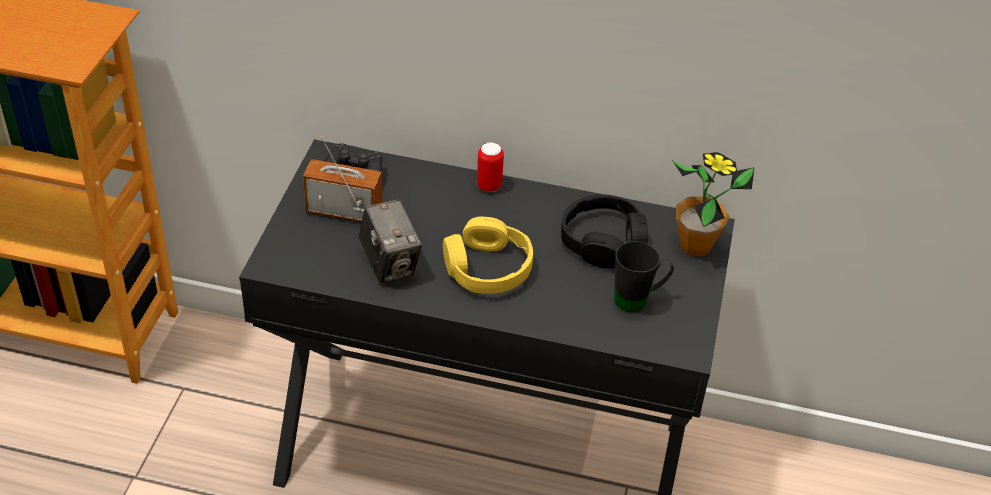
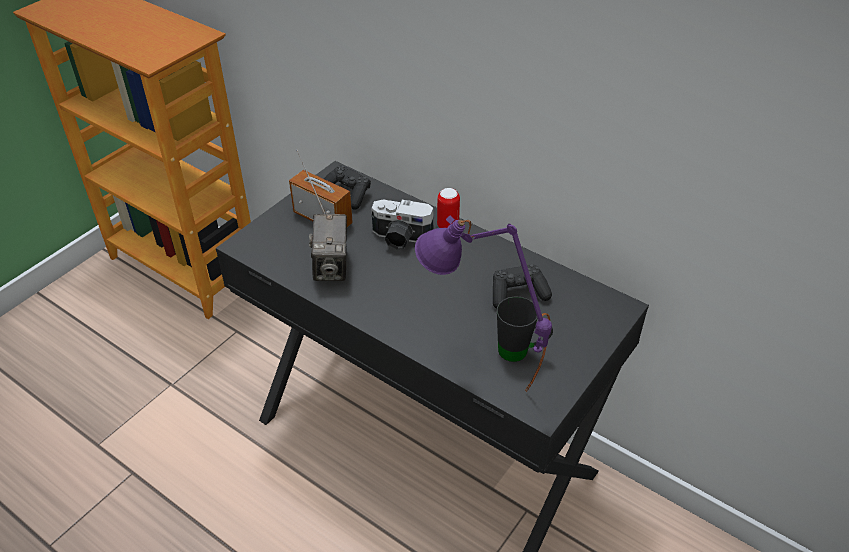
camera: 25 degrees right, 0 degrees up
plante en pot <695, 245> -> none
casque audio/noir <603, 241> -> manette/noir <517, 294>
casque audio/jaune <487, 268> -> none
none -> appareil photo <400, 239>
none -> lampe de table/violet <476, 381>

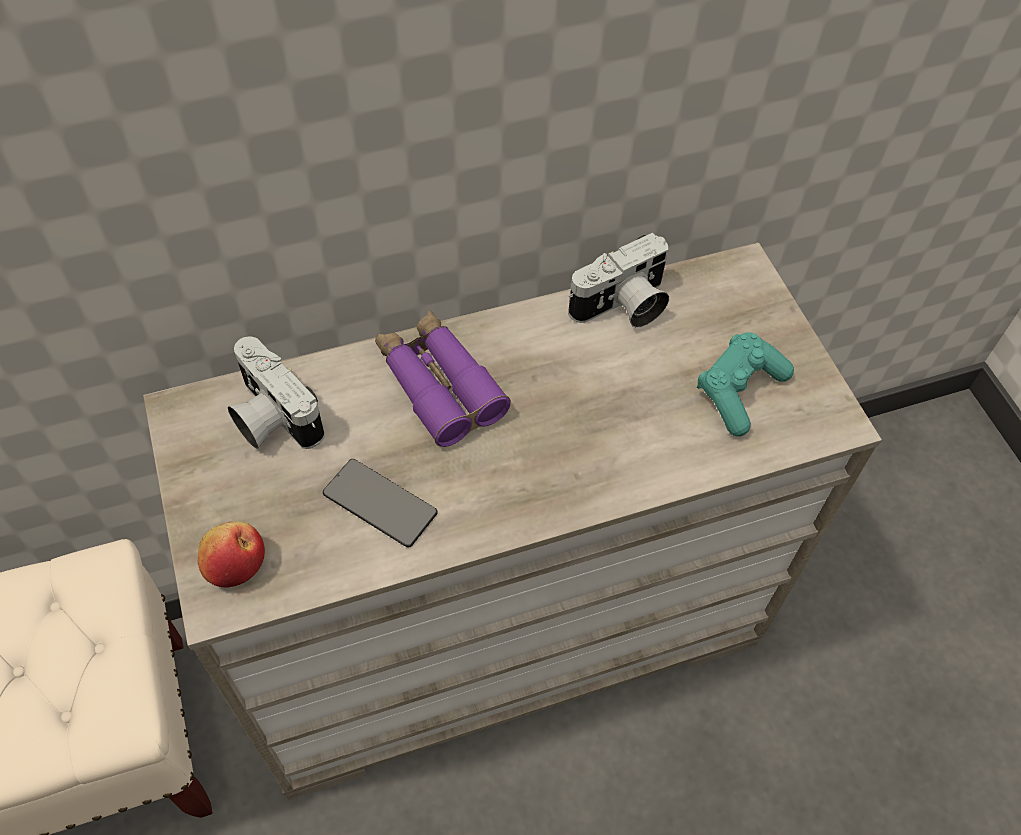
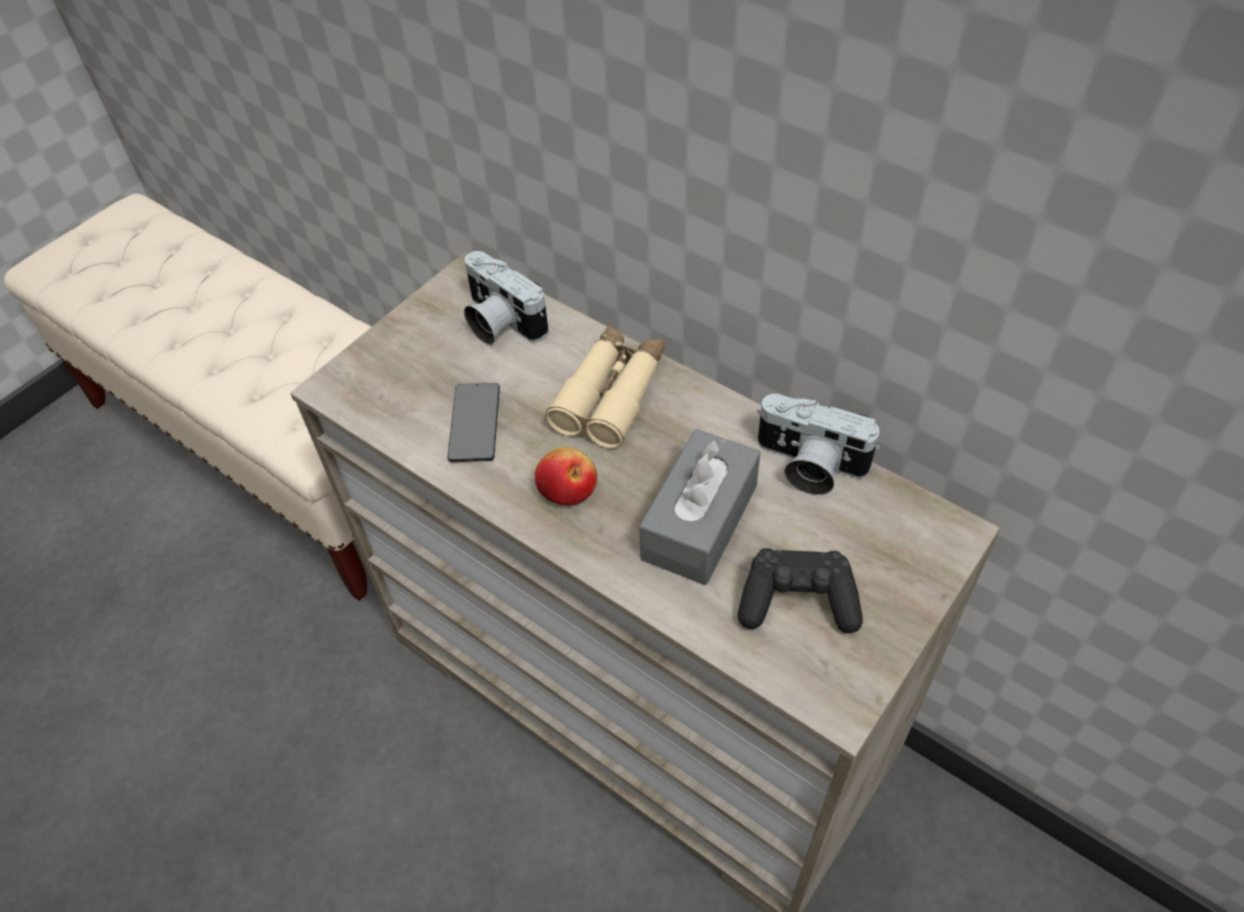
camera: 60 degrees right, 5 degrees down
jumelles/violet <439, 385> -> jumelles/beige <611, 395>
manette/turquoise <738, 391> -> manette/noir <797, 601>
appareil photo <270, 417> -> appareil photo <499, 322>, 60 degrees counterclockwise
pomme <235, 564> -> pomme <568, 490>, relocated
none -> boîte à mouchoirs/gris <699, 522>

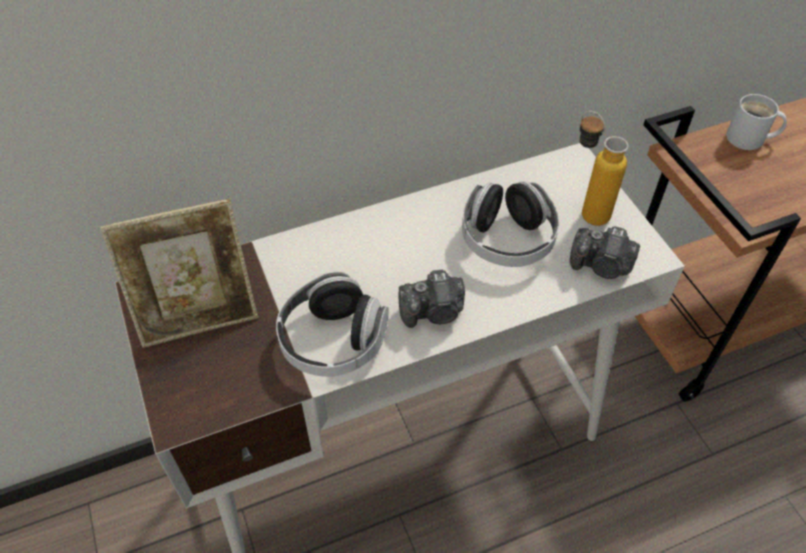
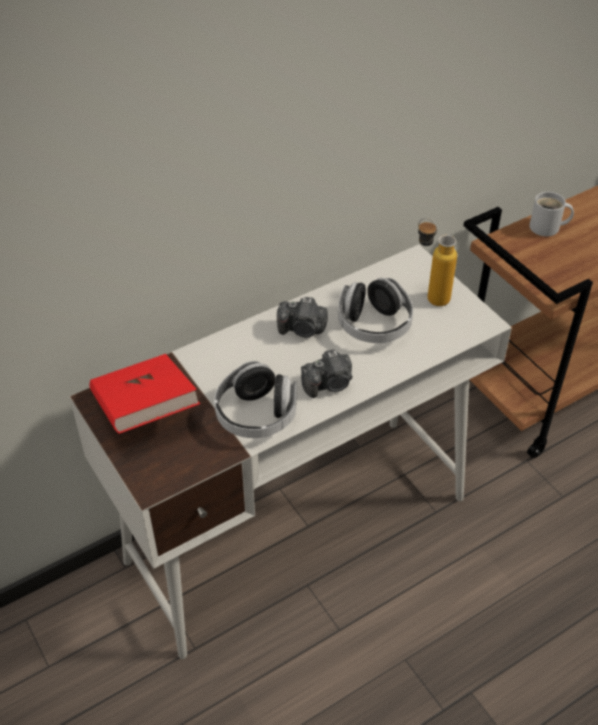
camera: 10 degrees left, 5 degrees down
cadre photo <198, 315> -> livre/rouge <145, 411>
appareil photo <601, 266> -> appareil photo <302, 329>, relocated

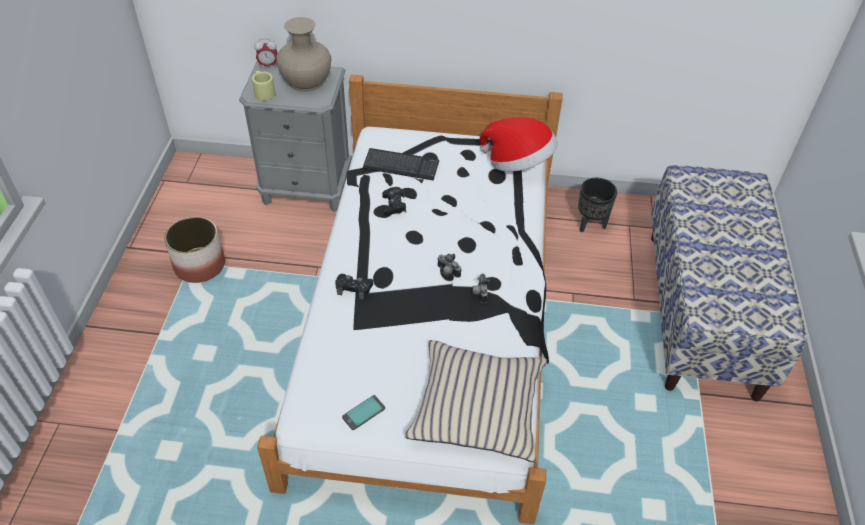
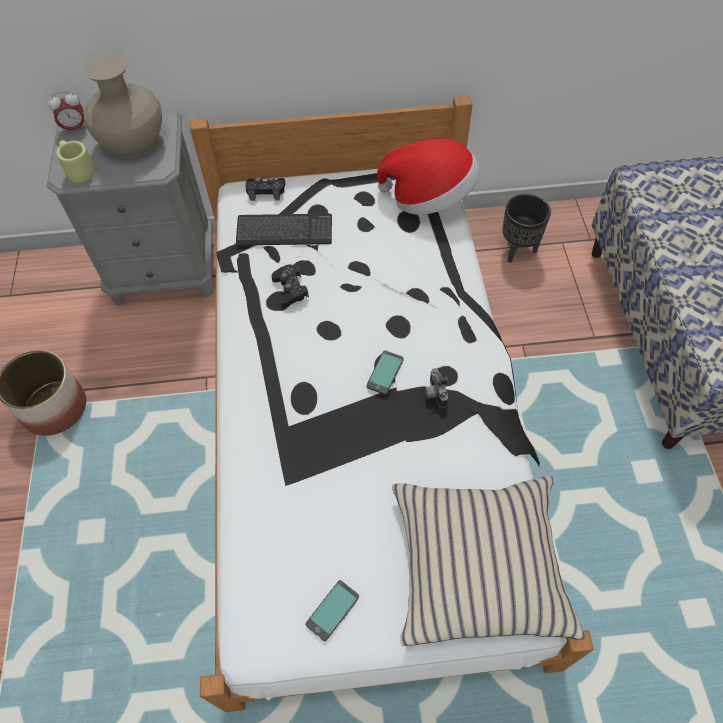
camera: 10 degrees left, 10 degrees up
appareil photo <447, 272> -> téléphone <385, 373>
manette/noir <354, 288> -> manette/noir <266, 191>, relocated

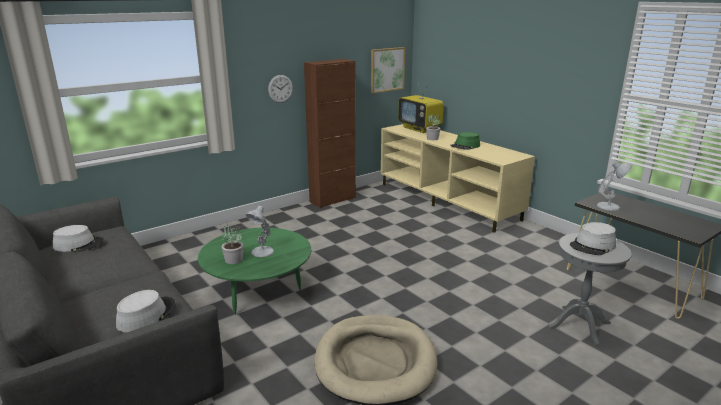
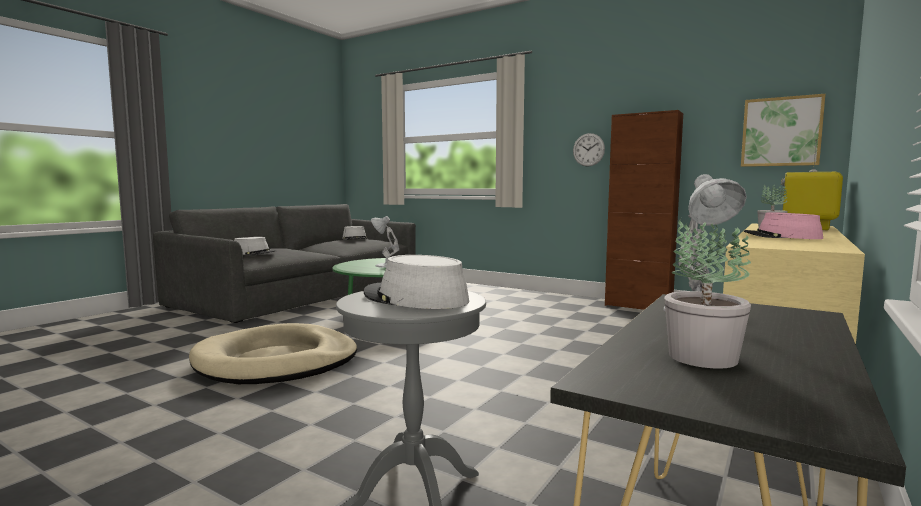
camera: 70 degrees right, 15 degrees down
chapeau/vert <465, 146> -> chapeau/rose <782, 236>
plante en pot <233, 260> -> plante en pot <701, 357>, relocated

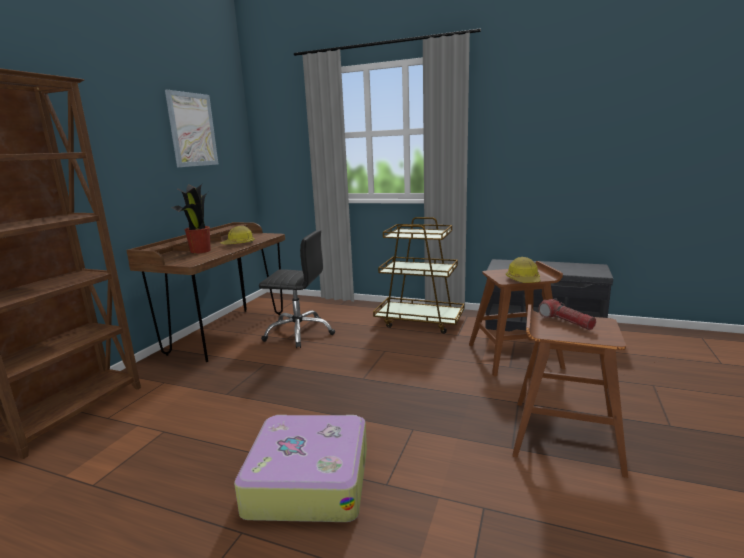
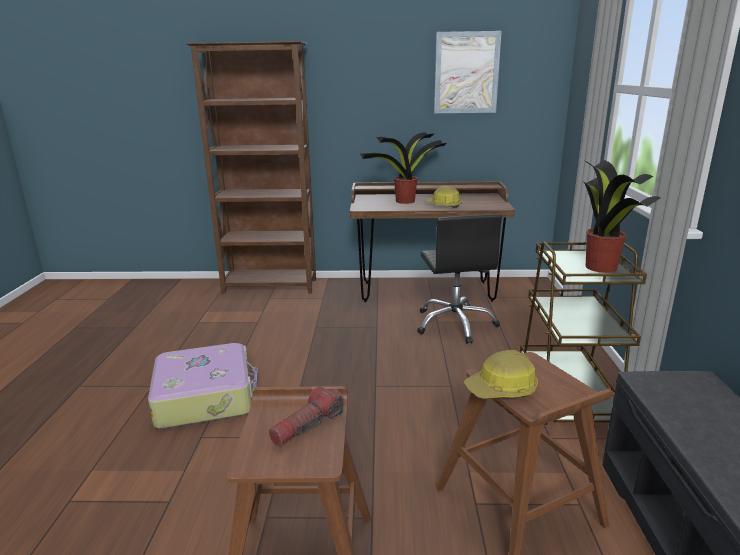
camera: 70 degrees right, 5 degrees up
none -> plante en pot <600, 266>

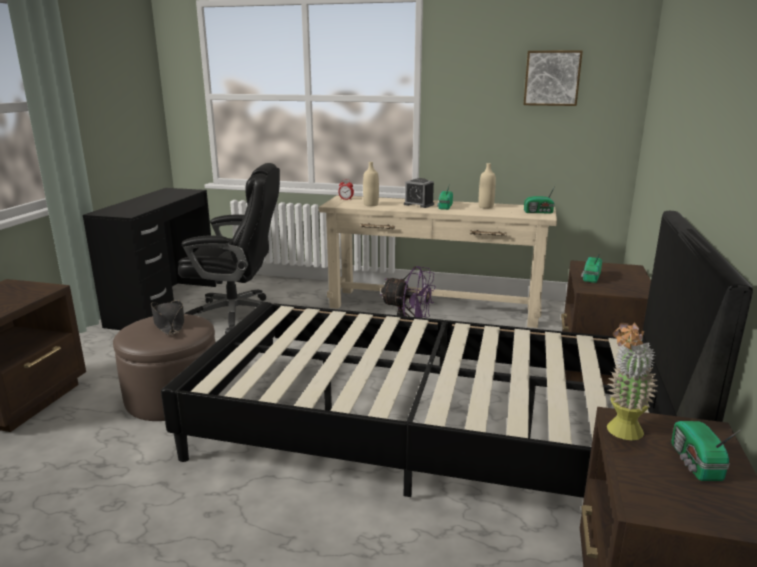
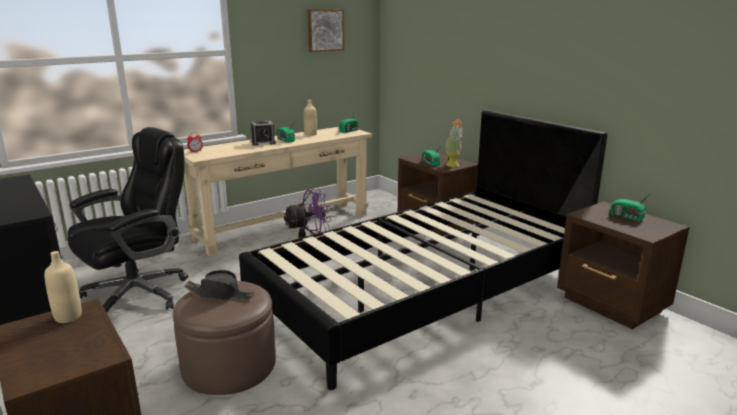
camera: 50 degrees left, 0 degrees up
bouteille/beige <371, 204> -> bouteille/beige <68, 317>, relocated
plante en pot <621, 434> -> plante en pot <453, 166>, relocated

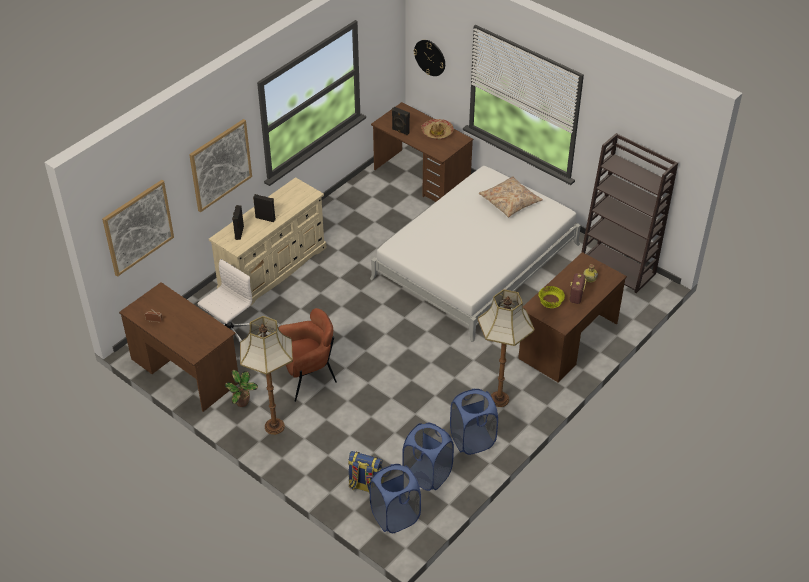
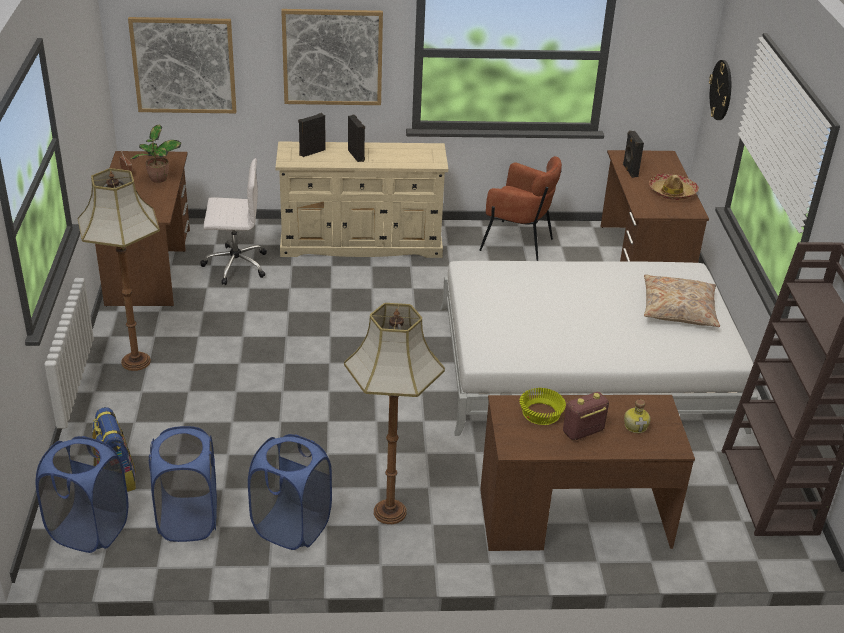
camera: 45 degrees right, 10 degrees down
fauteuil/marron <308, 376> -> fauteuil/marron <517, 242>, relocated
plante en pot <243, 402> -> plante en pot <158, 179>, relocated

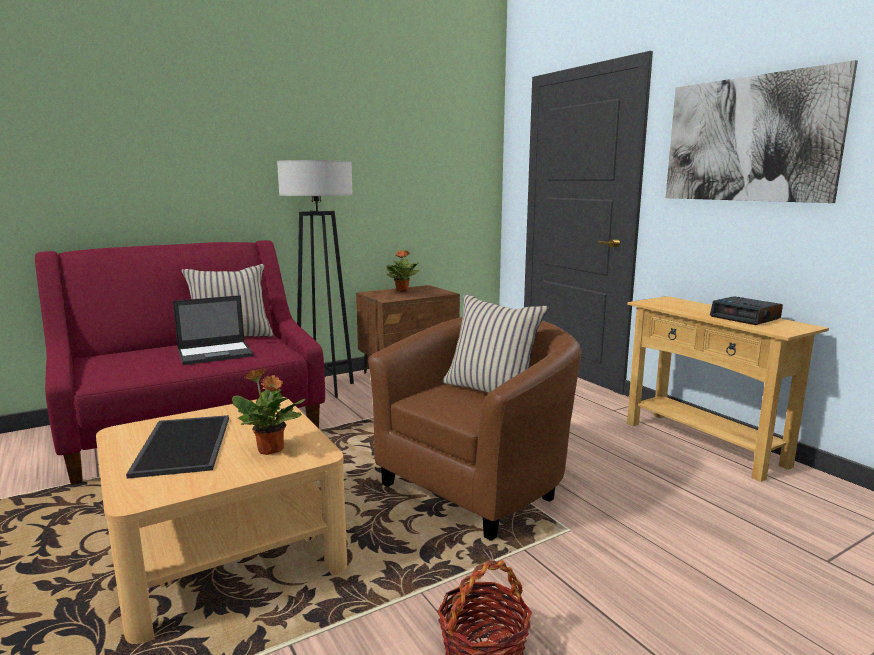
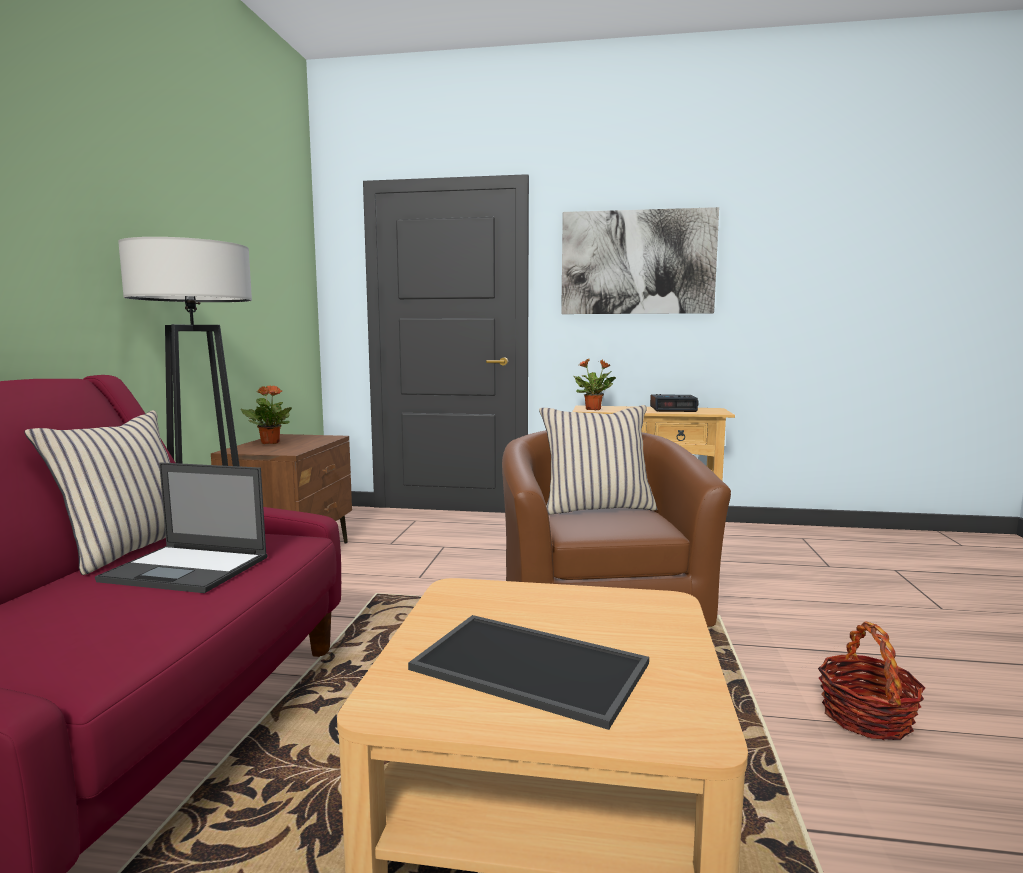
camera: 50 degrees left, 5 degrees down
ordinateur portable <216, 353> -> ordinateur portable <188, 569>, 90 degrees clockwise
plante en pot <271, 450> -> plante en pot <594, 409>, relocated

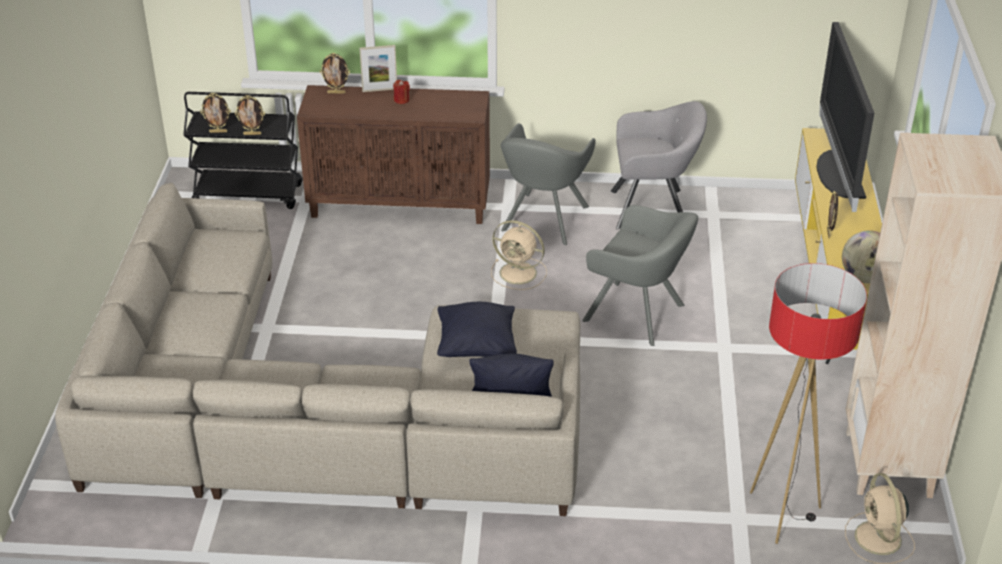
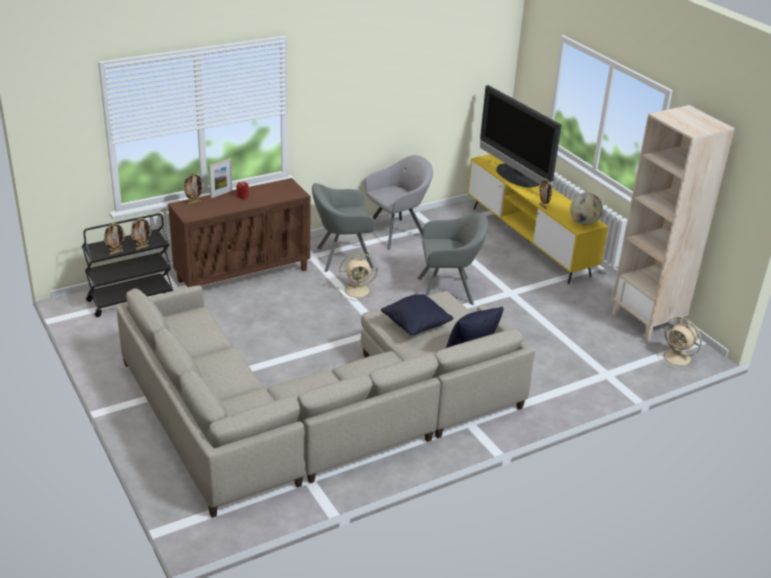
camera: 35 degrees left, 5 degrees down
fauteuil/gris <543, 221> -> fauteuil/gris <341, 257>, 90 degrees clockwise
lampadaire <782, 514> -> none

